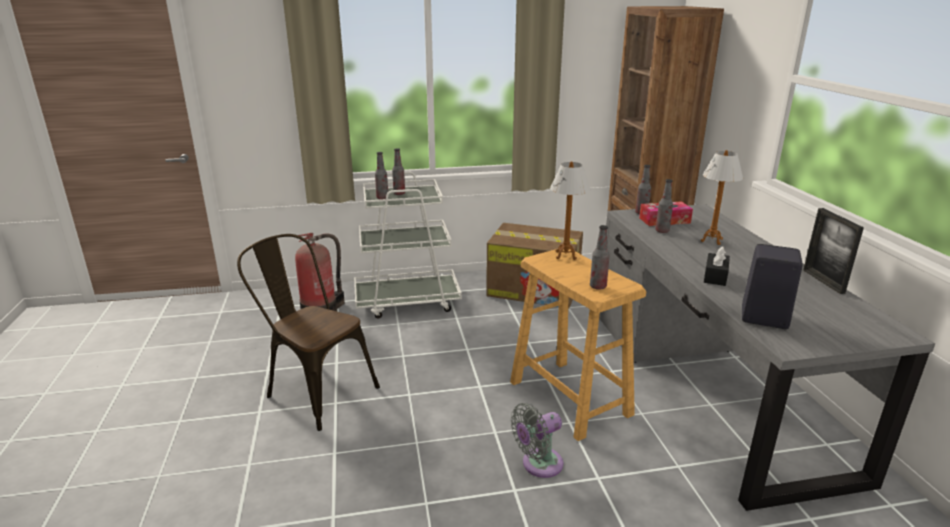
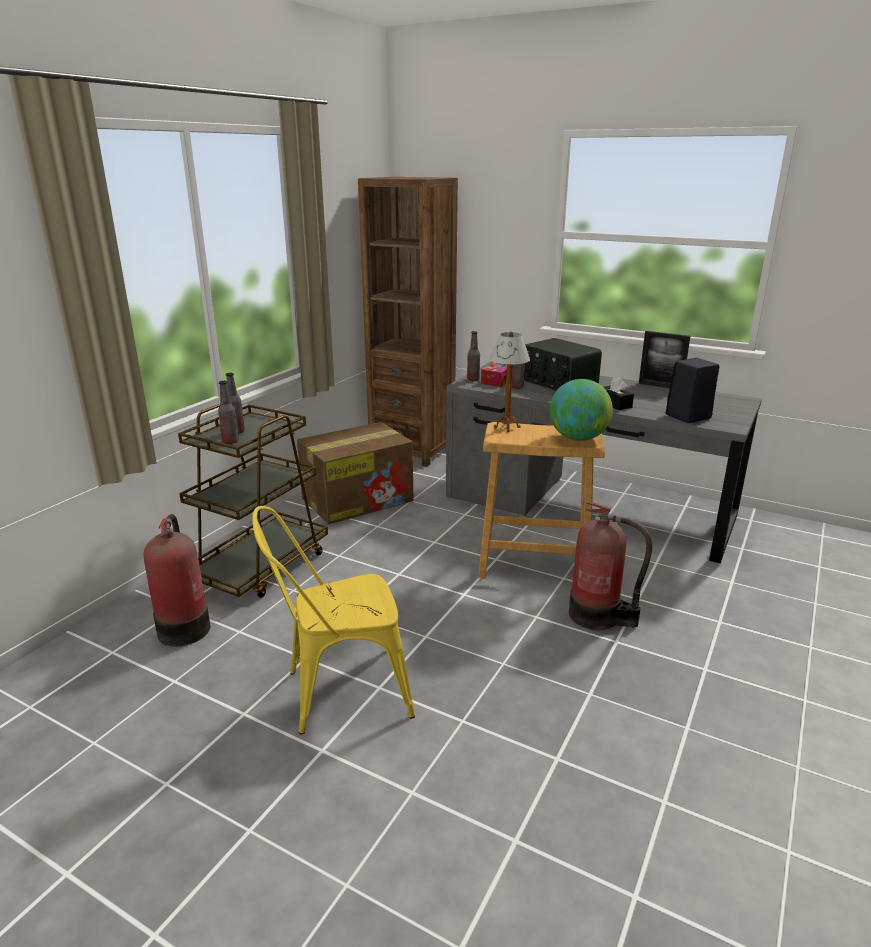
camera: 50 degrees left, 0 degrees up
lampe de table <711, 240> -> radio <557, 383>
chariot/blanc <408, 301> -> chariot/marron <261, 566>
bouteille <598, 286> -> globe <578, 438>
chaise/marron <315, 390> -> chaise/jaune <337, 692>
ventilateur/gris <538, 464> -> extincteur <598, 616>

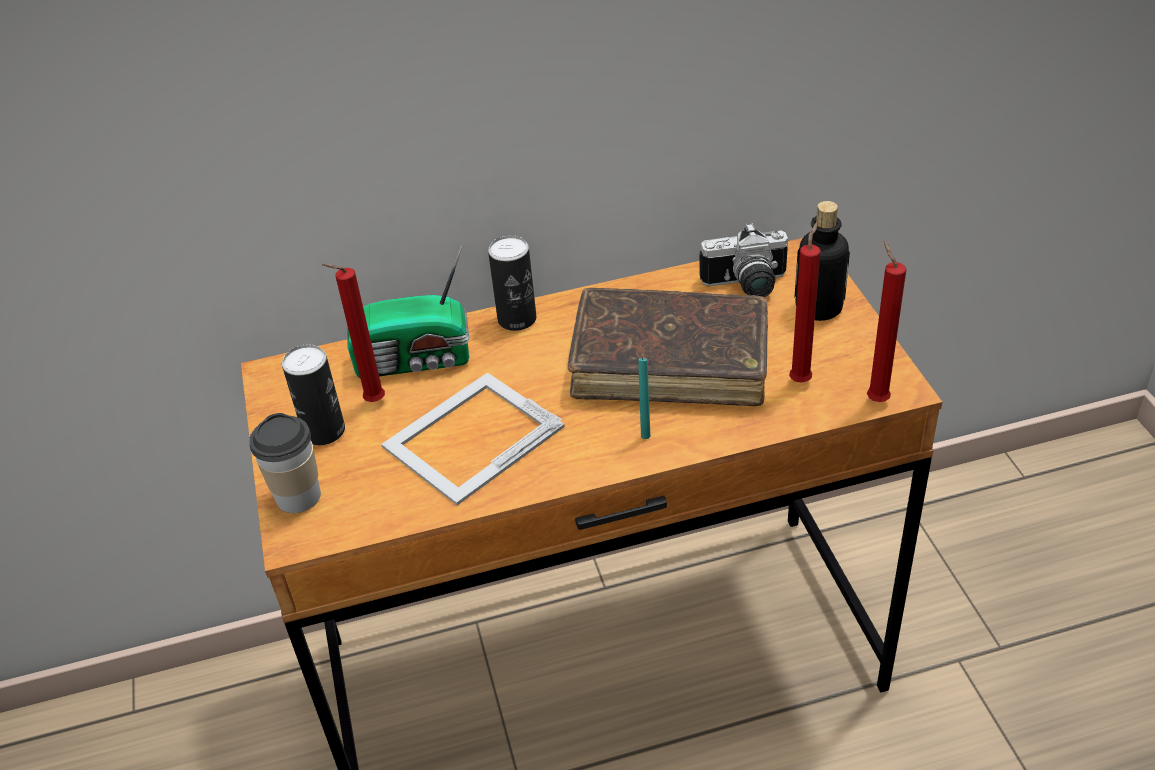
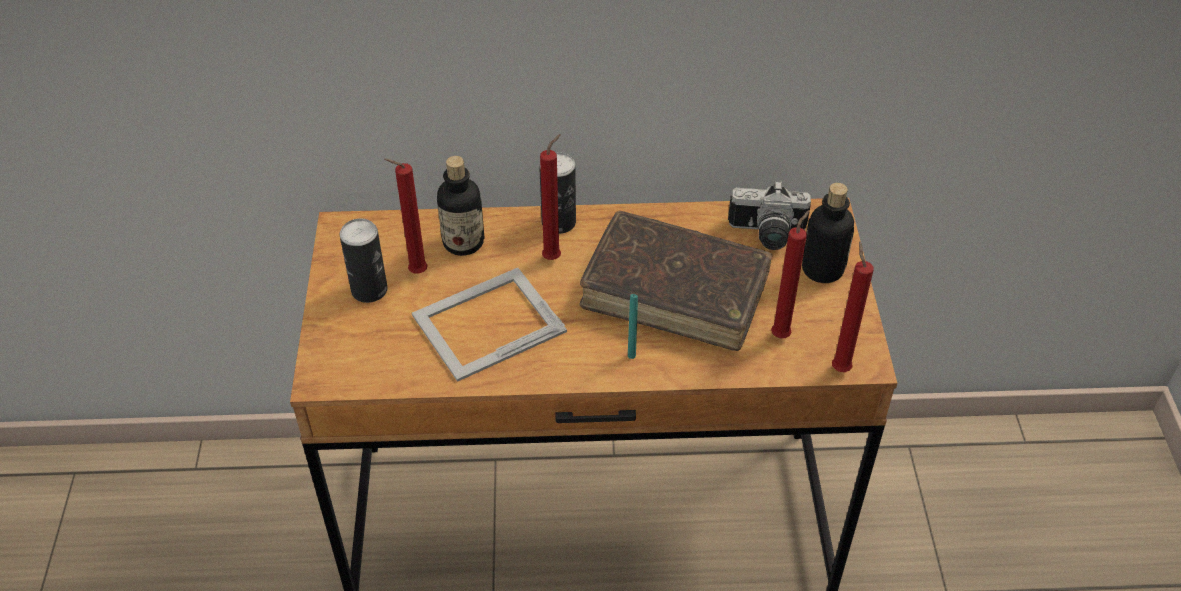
camera: 10 degrees right, 5 degrees up
radio <417, 360> -> bouteille <463, 242>
tasse <298, 496> -> none
none -> bougie/rouge <554, 257>

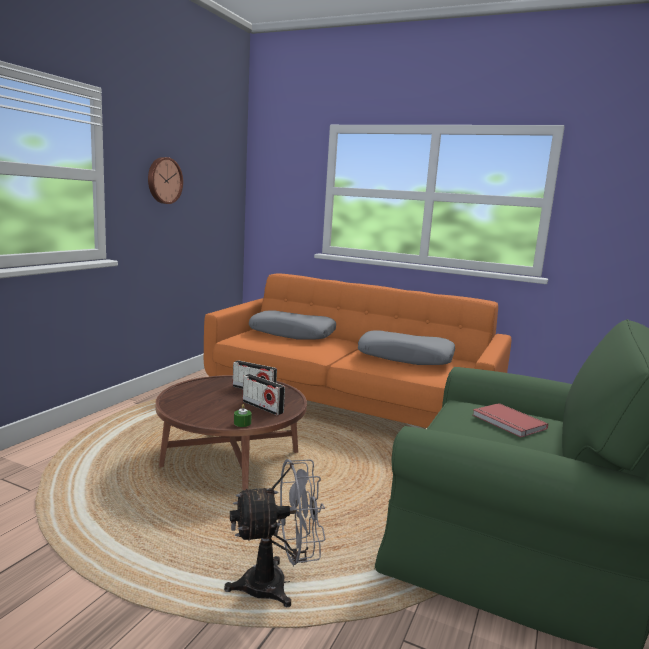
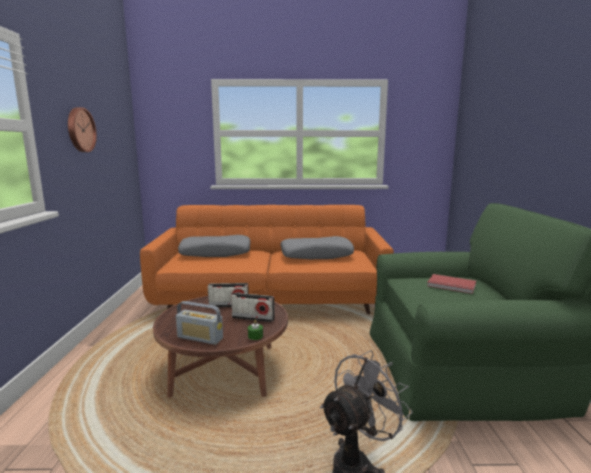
camera: 25 degrees left, 0 degrees up
none -> radio <200, 338>

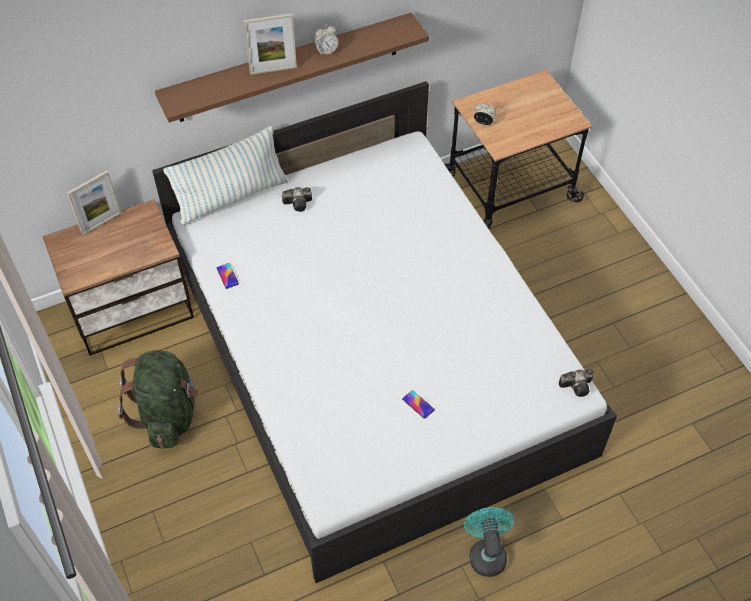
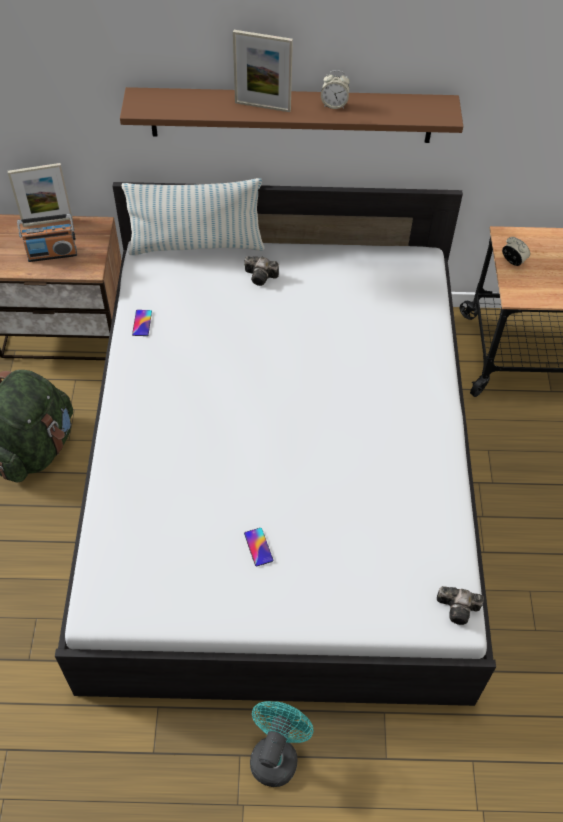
camera: 25 degrees right, 0 degrees up
none -> radio <52, 254>

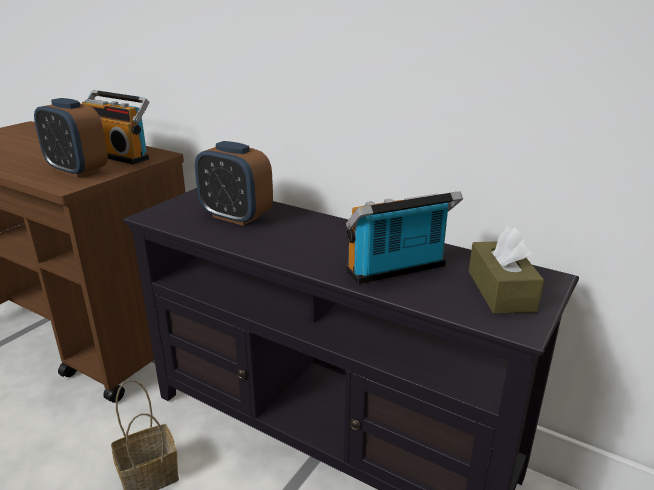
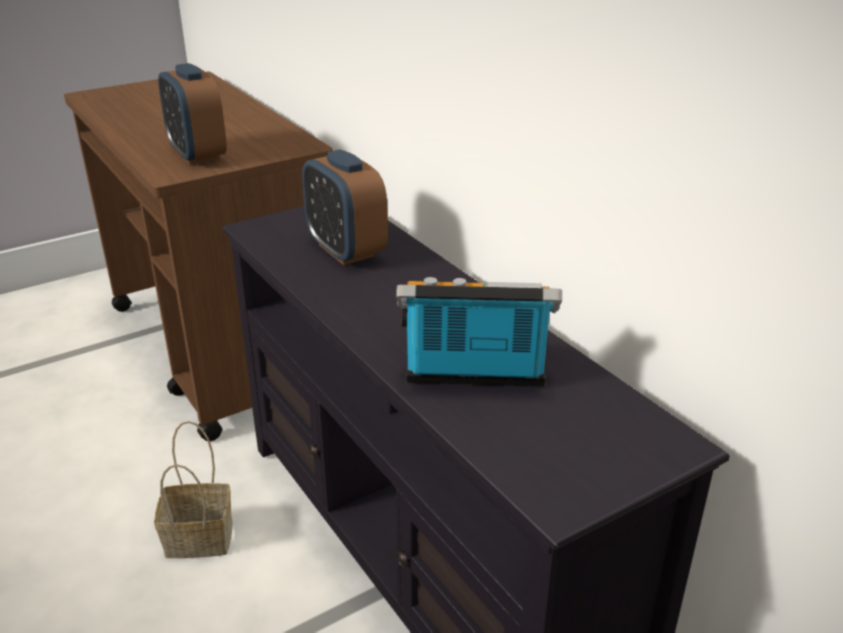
camera: 25 degrees right, 5 degrees up
radio <120, 155> -> none
boîte à mouchoirs/marron <501, 291> -> none

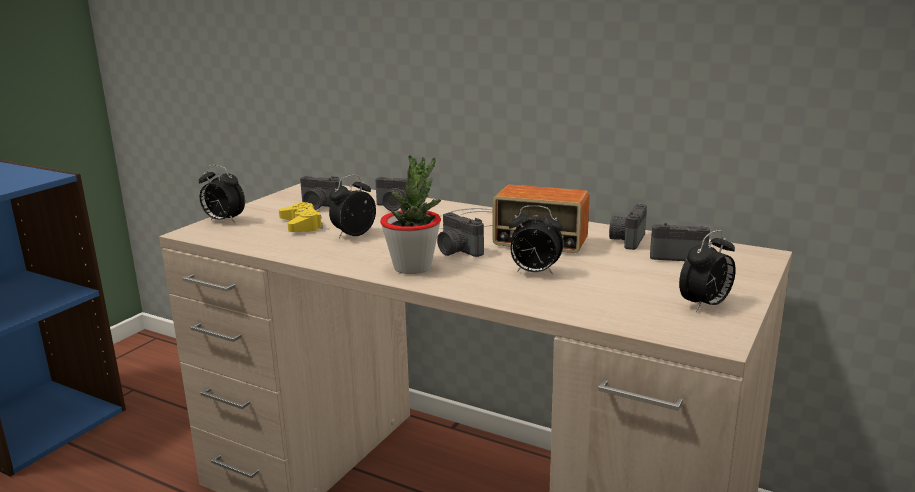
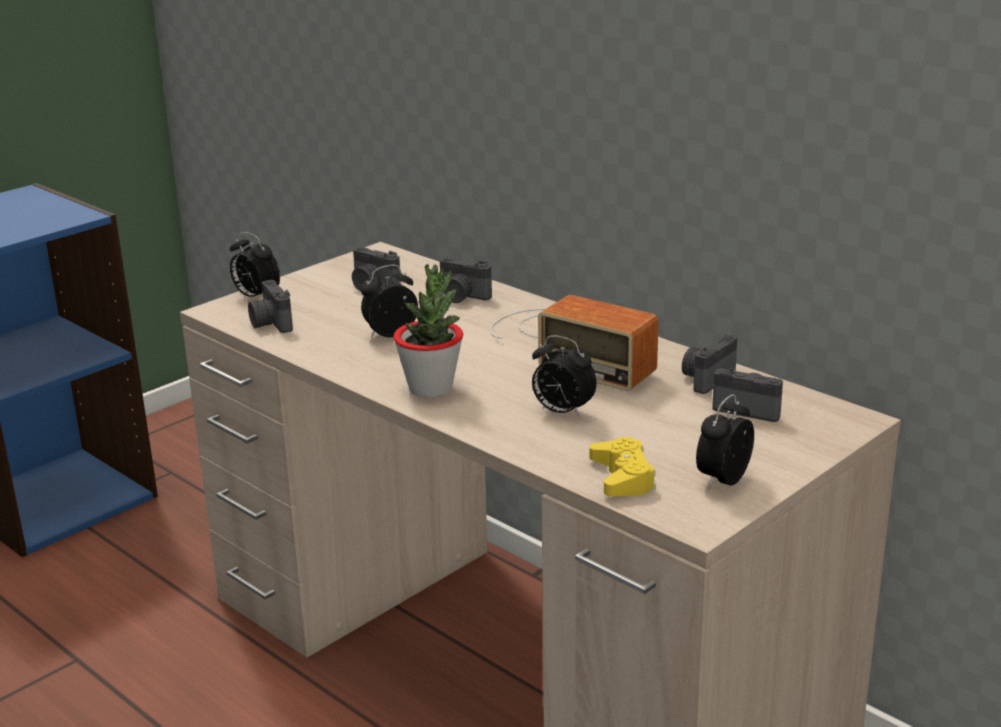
camera: 15 degrees right, 5 degrees up
manette/jaune <301, 225> -> manette/jaune <622, 477>, relocated
appareil photo <457, 251> -> appareil photo <270, 323>, relocated
réveil <705, 305> -> réveil <723, 480>, 150 degrees clockwise

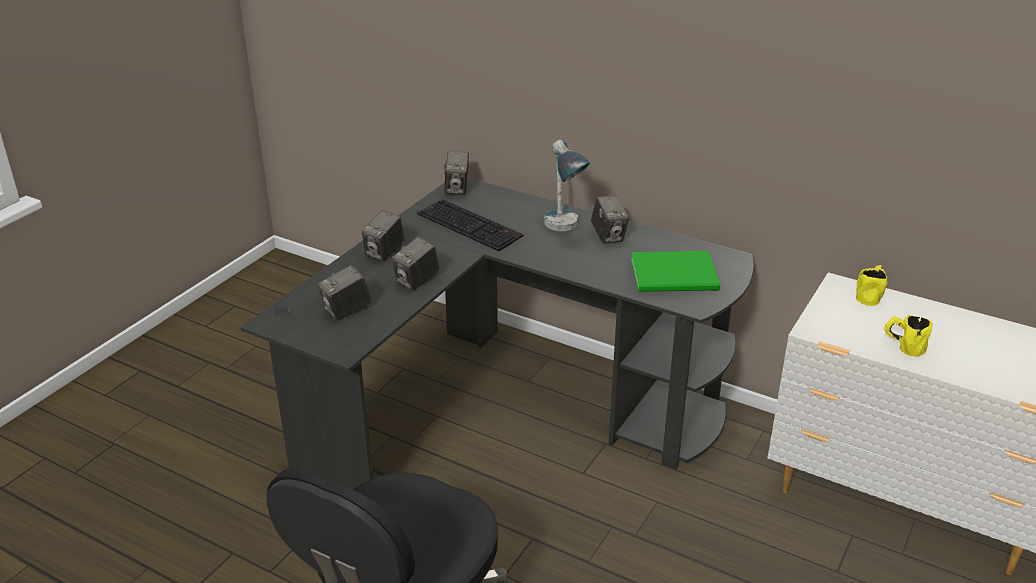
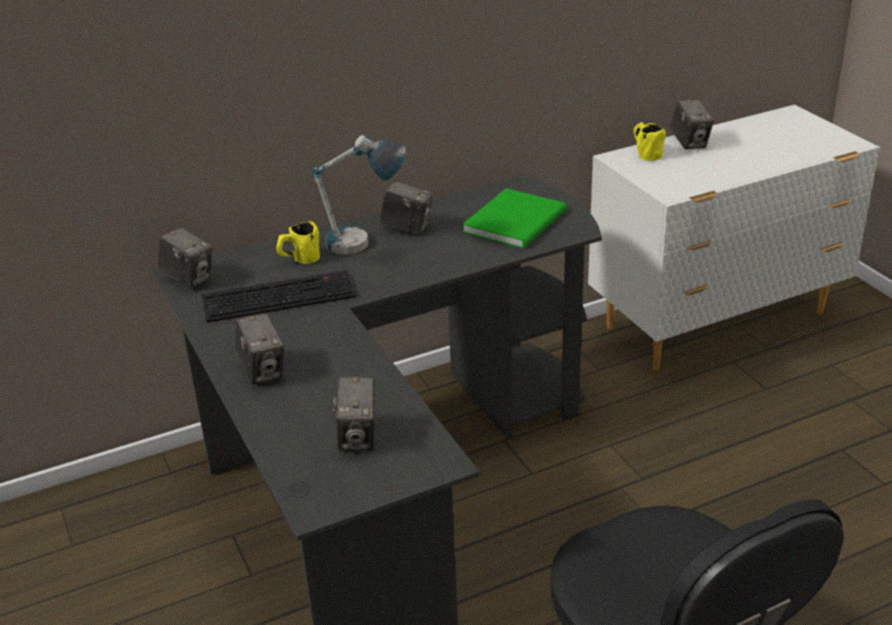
camera: 55 degrees left, 0 degrees up
appareil photo <417, 281> -> appareil photo <690, 143>, relocated
mug/jaune <903, 347> -> mug/jaune <299, 260>, relocated

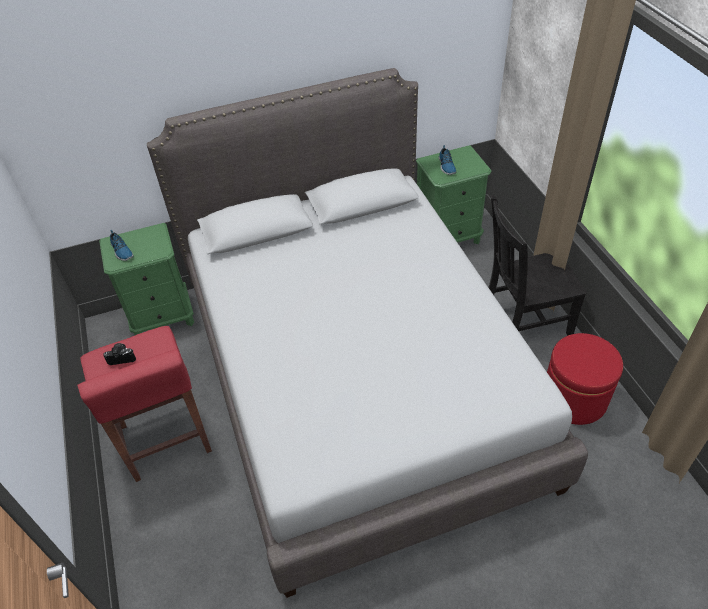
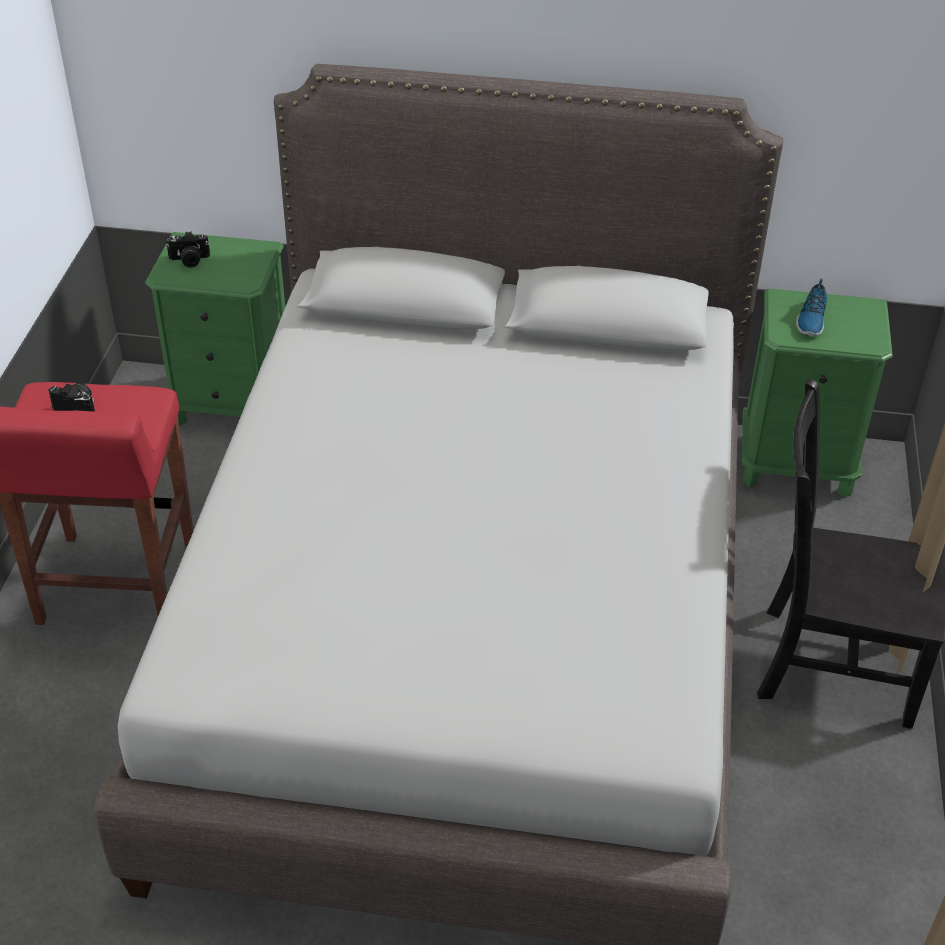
camera: 25 degrees right, 5 degrees down
chaussure <121, 251> -> appareil photo <189, 260>
pouf/rouge <574, 398> -> none

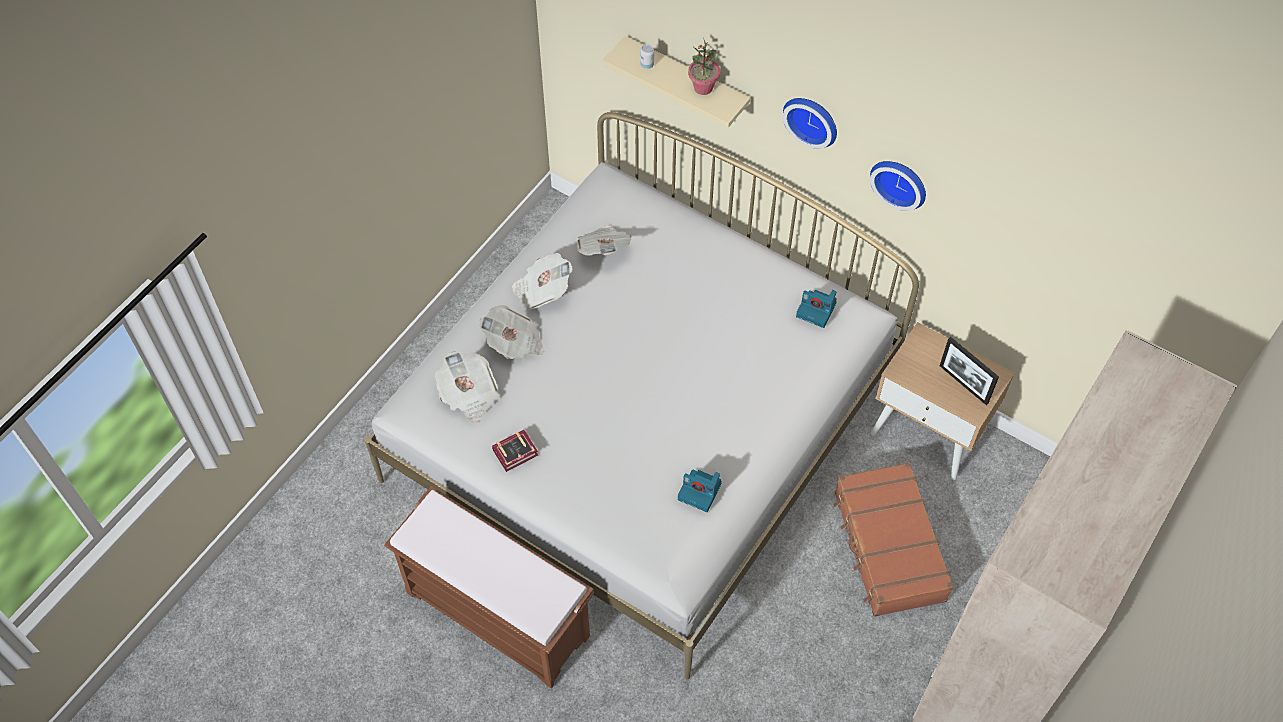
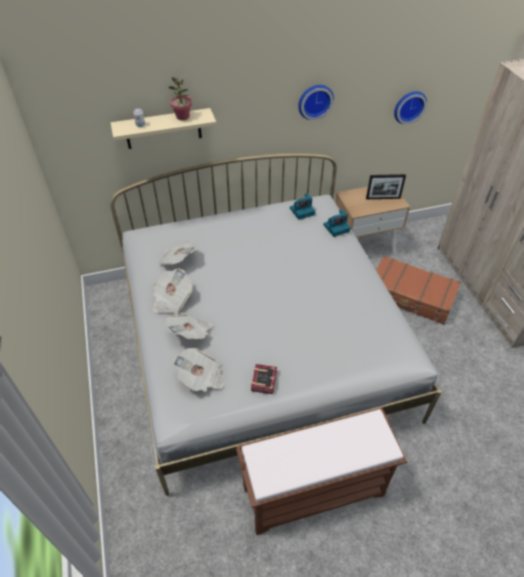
camera: 50 degrees left, 10 degrees down
horloge murale <812, 119> -> horloge murale <409, 106>, relocated
appareil photo <700, 491> -> appareil photo <336, 228>, relocated

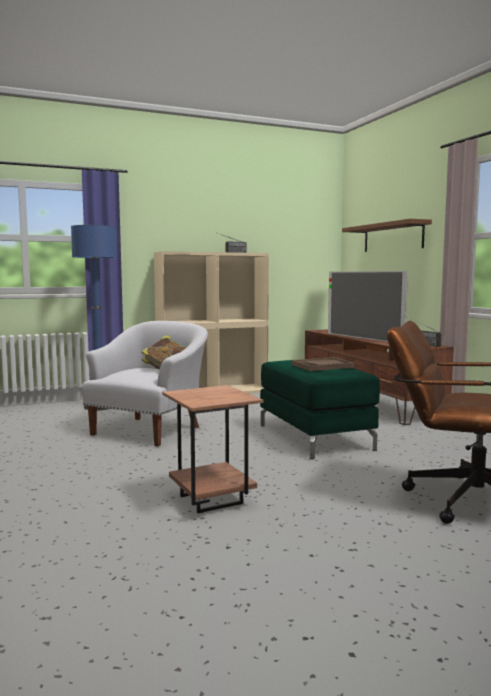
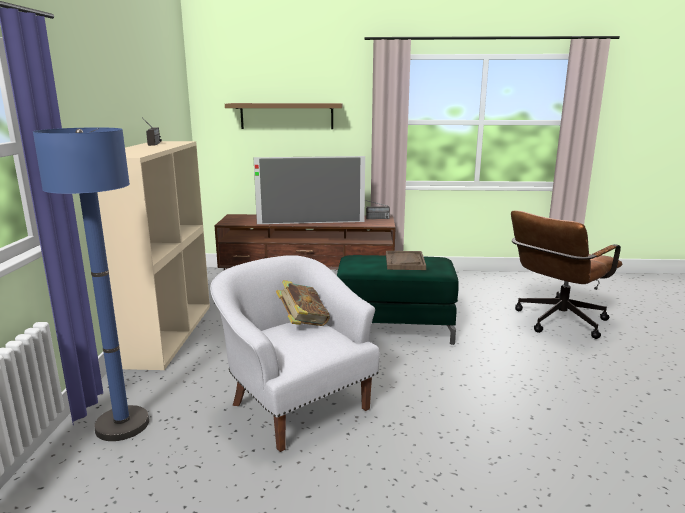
camera: 65 degrees left, 10 degrees up
table d'appoint/marron <210, 501> -> none

